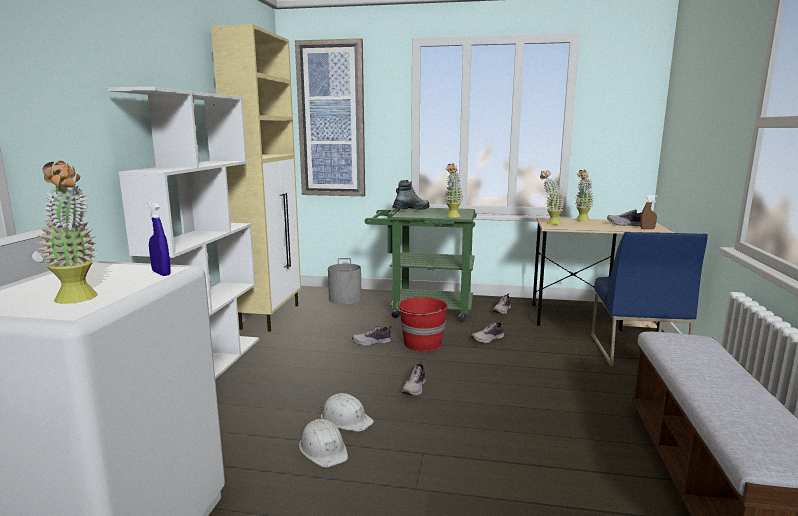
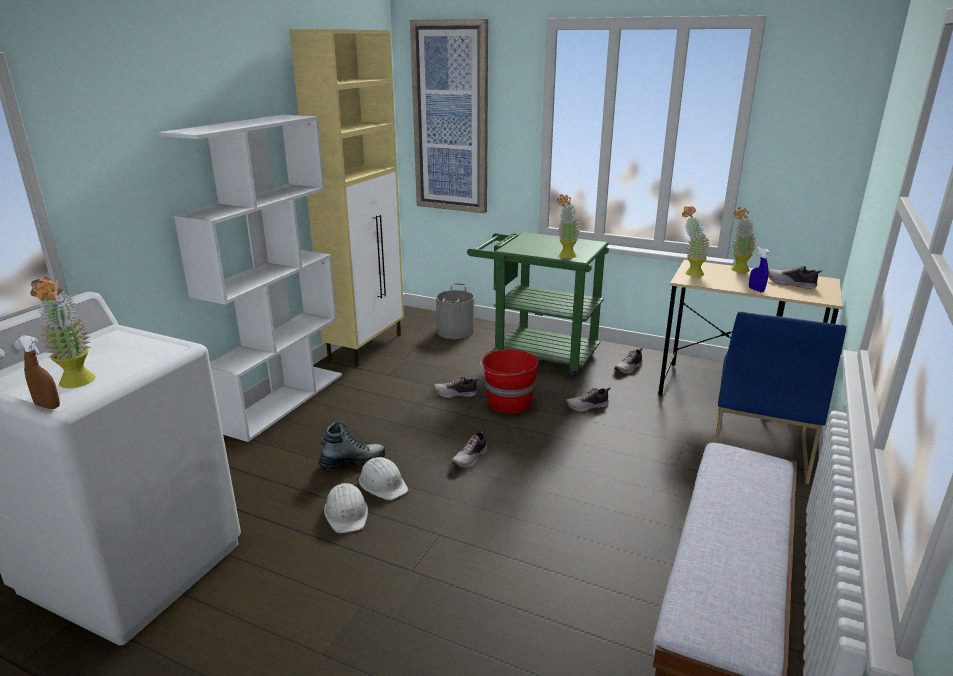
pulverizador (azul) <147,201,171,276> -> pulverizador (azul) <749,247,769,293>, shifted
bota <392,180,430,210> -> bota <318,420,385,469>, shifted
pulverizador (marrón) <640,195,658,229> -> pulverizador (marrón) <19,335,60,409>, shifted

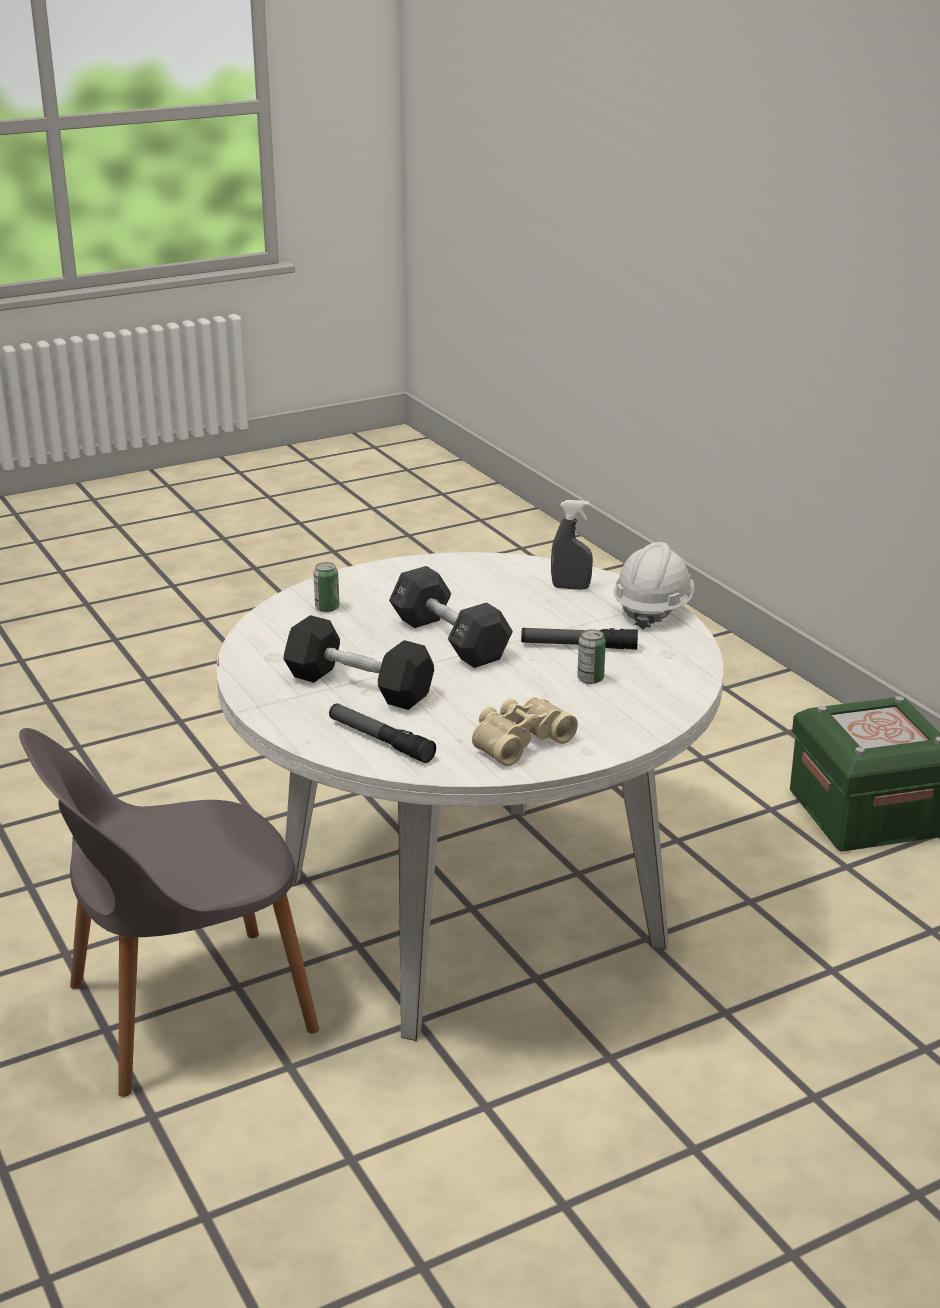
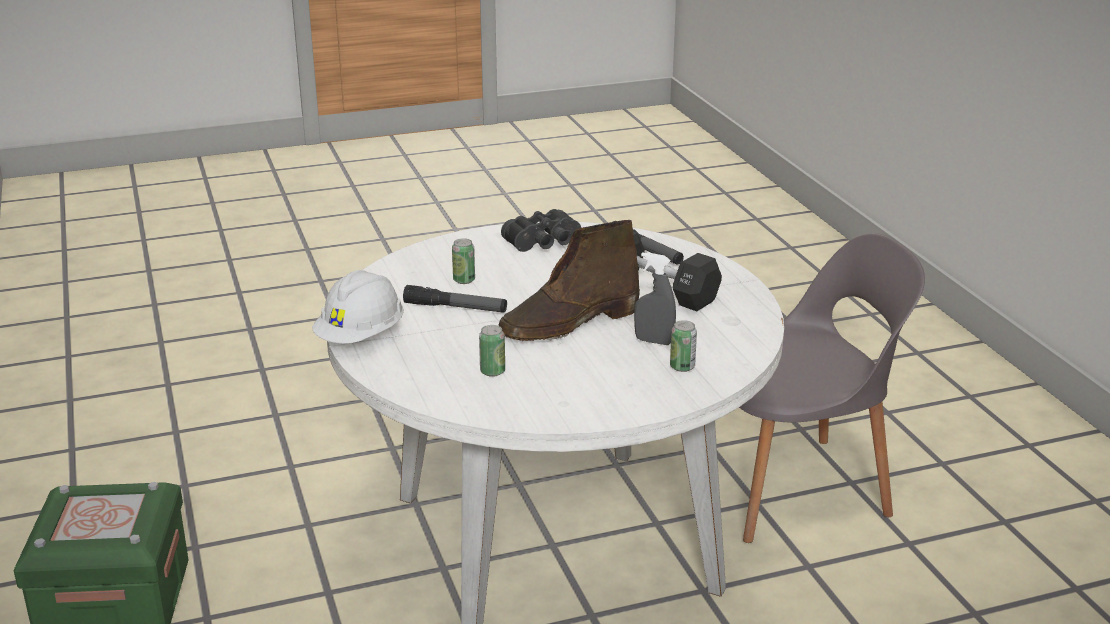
none -> lata <479,325,505,377>
pulverizador (gris) <551,500,593,590> -> pulverizador (gris) <634,252,676,345>, shifted
mancuerna (negro) <389,566,513,668> -> bota (marrón) <498,220,640,341>
prismáticos (beis) <472,697,578,766> -> prismáticos (negro) <501,209,581,252>

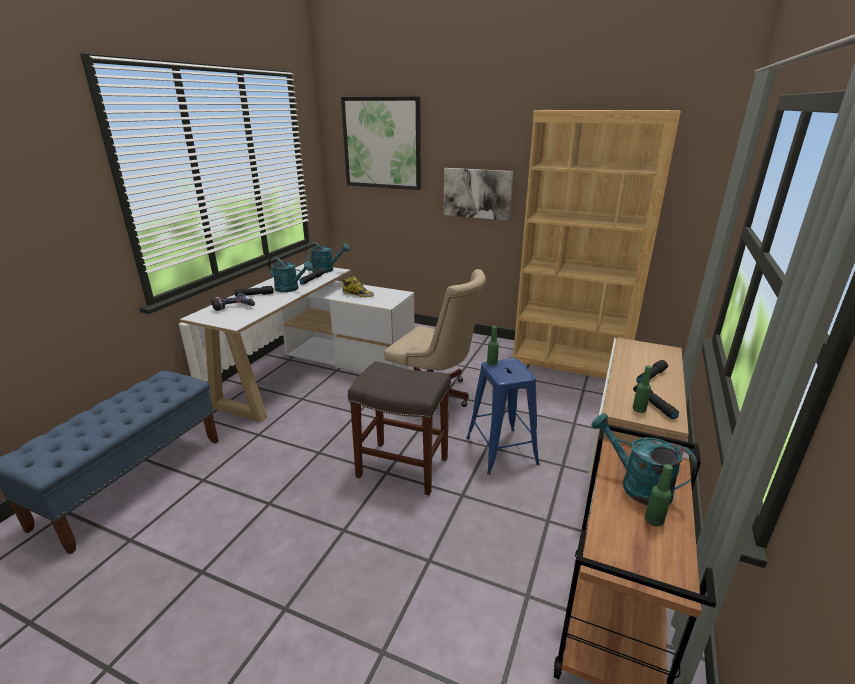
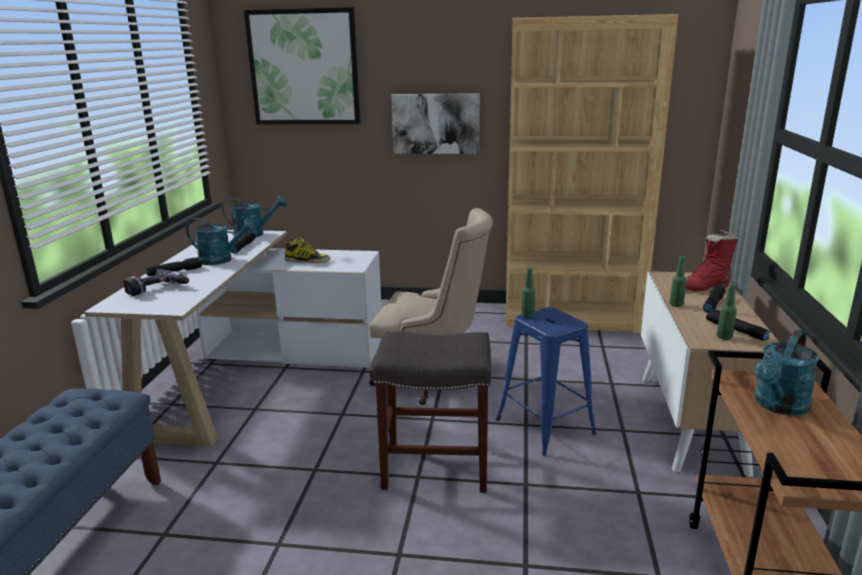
none -> bota (rojo) <686,230,738,291>
botella (verde) <645,464,673,526> -> botella (verde) <670,256,687,307>, shifted
regadera (turquesa) <591,413,697,505> -> regadera (turquesa) <755,329,819,415>, 75 degrees counterclockwise

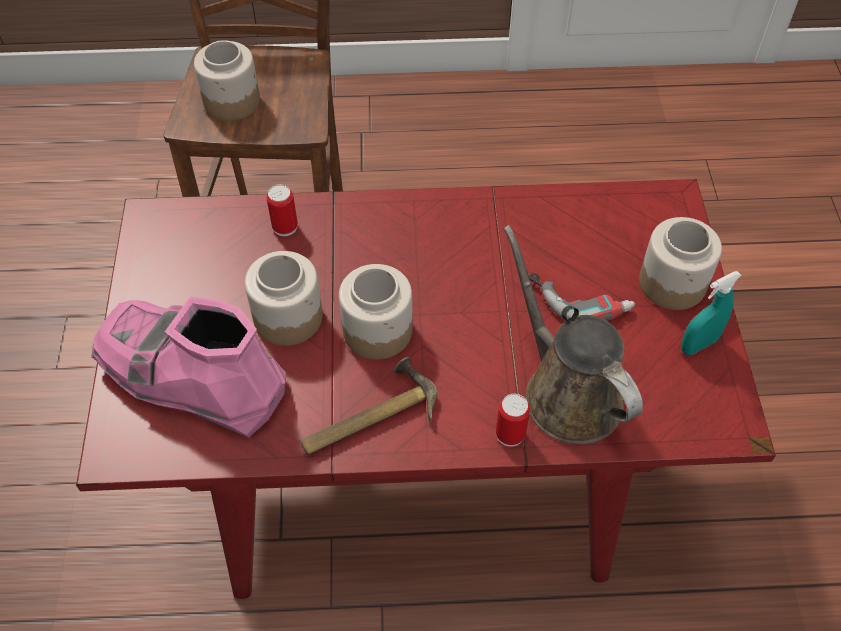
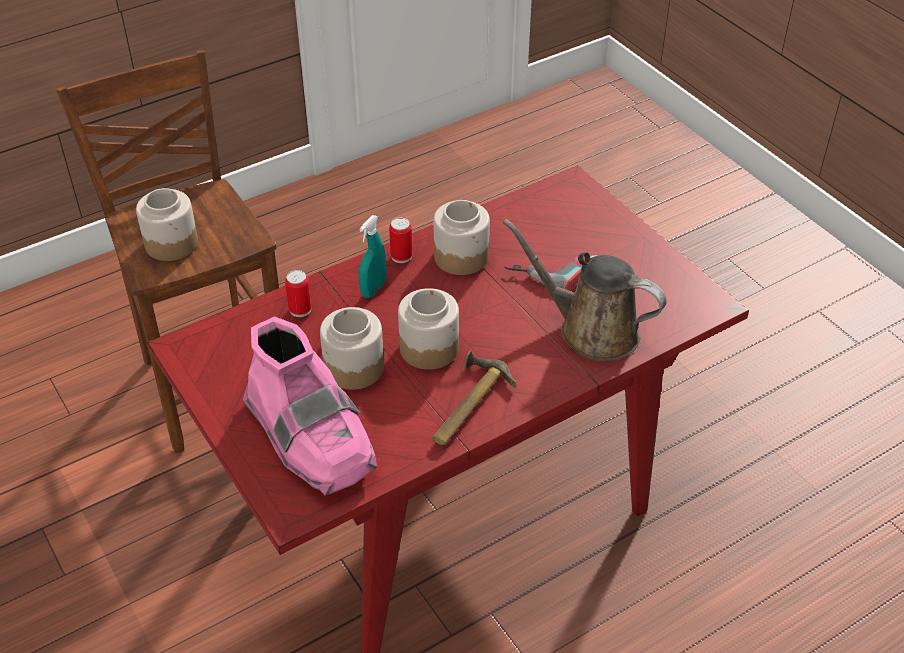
lata <496,394,530,447> -> lata <389,218,412,263>, shifted
tarro <639,217,722,310> -> tarro <434,200,490,275>, shifted
pulverizador (turquesa) <681,271,742,355> -> pulverizador (turquesa) <359,215,386,298>, shifted
bota (rosa) <91,296,286,438> -> bota (rosa) <243,316,377,496>, 120 degrees counterclockwise

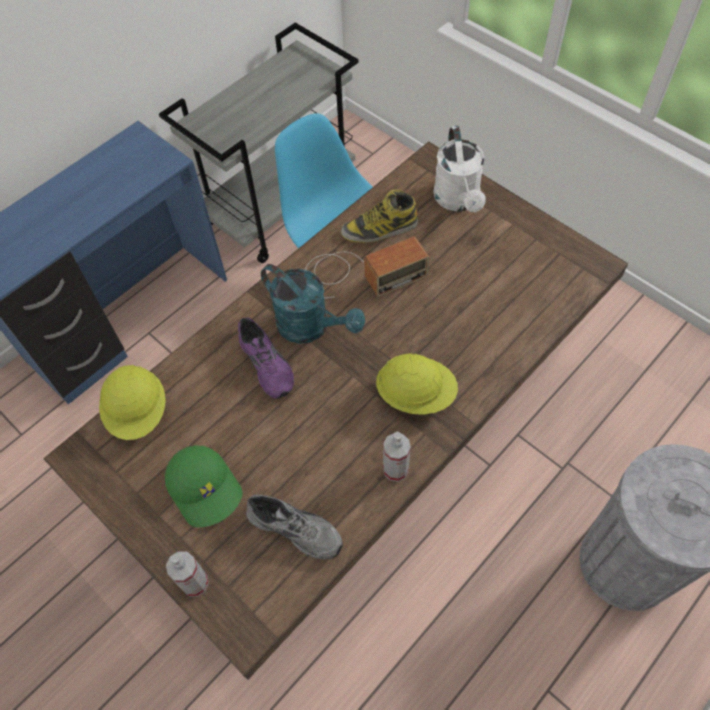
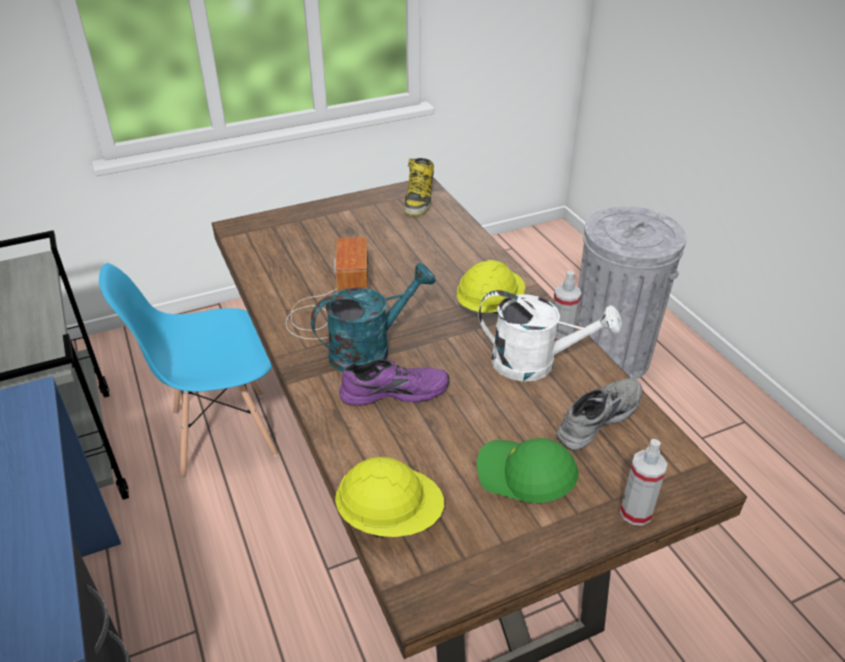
bota <341,189,418,243> -> bota <403,158,434,216>, shifted
regadera (blanco) <433,125,486,212> -> regadera (blanco) <478,290,622,382>, shifted
gorra (verde) <165,445,243,527> -> gorra (verde) <477,438,578,503>, 135 degrees counterclockwise

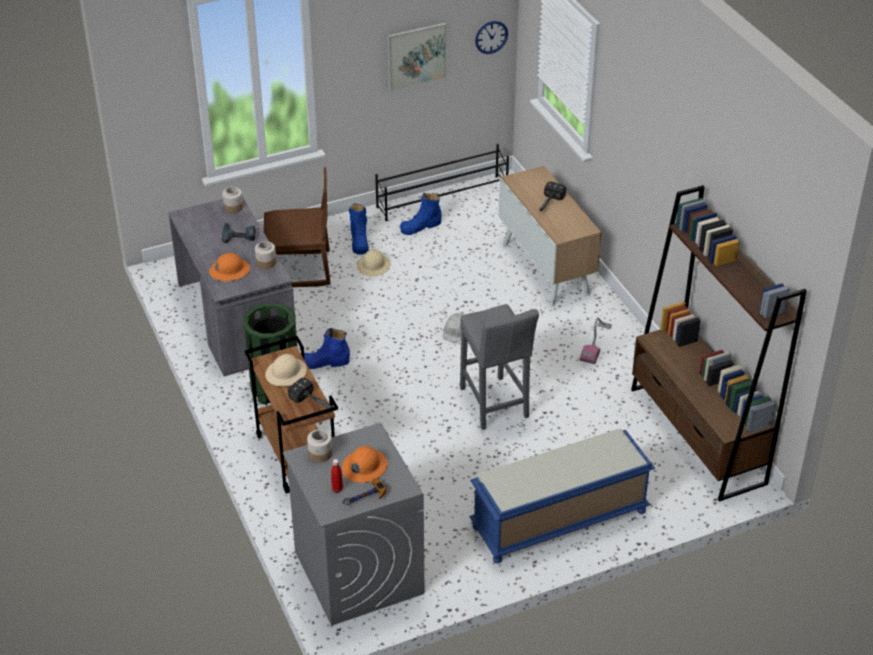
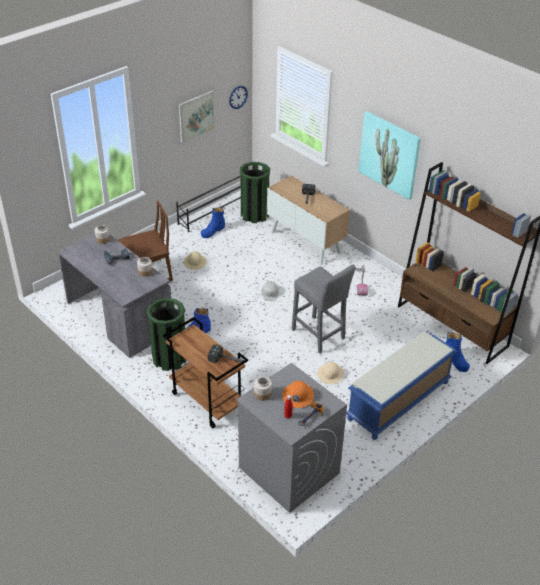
casco (naranja) <209,253,250,281> -> none
none -> papelera (verde) <240,162,270,223>
none -> cuadro <359,111,421,200>
casco (beis) <265,354,307,386> -> casco (beis) <317,362,344,384>, shifted
bota (azul) <349,203,369,255> -> bota (azul) <445,332,470,372>, shifted

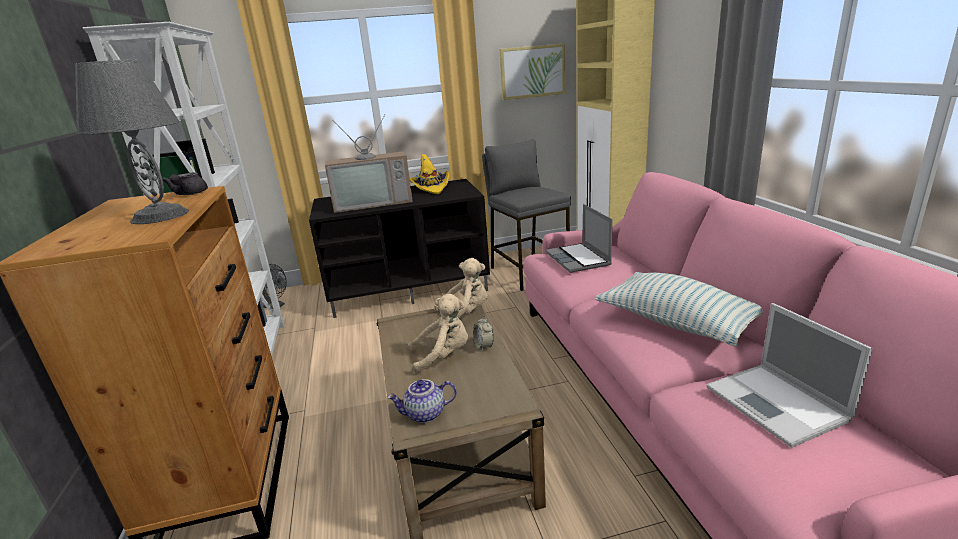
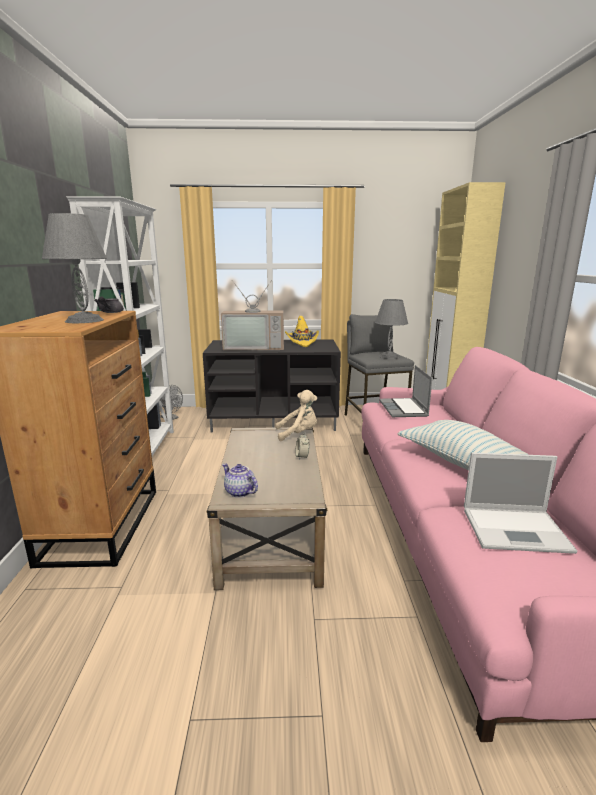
peluche (beis) <408,294,468,374> -> none
cuadro <499,43,565,100> -> none
none -> lámpara de mesa (gris) <375,299,408,359>
tetera <387,379,457,423> -> tetera <222,464,258,498>, 45 degrees clockwise
portátil <706,303,873,448> -> portátil <464,453,577,554>, 75 degrees counterclockwise

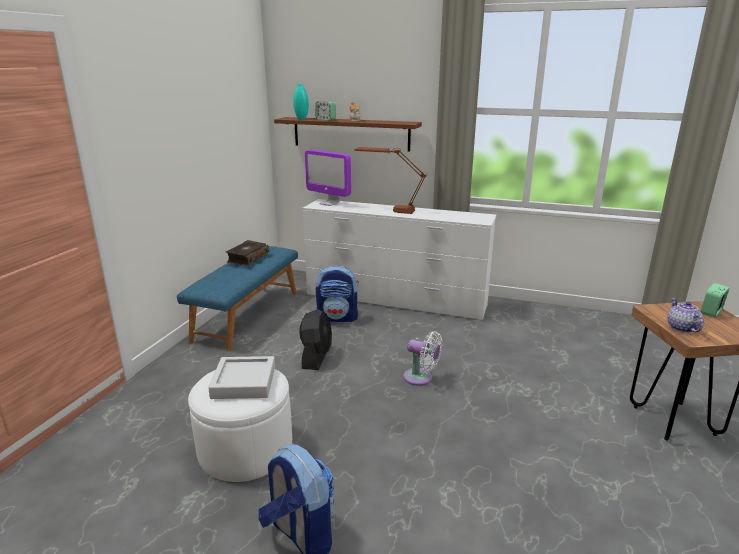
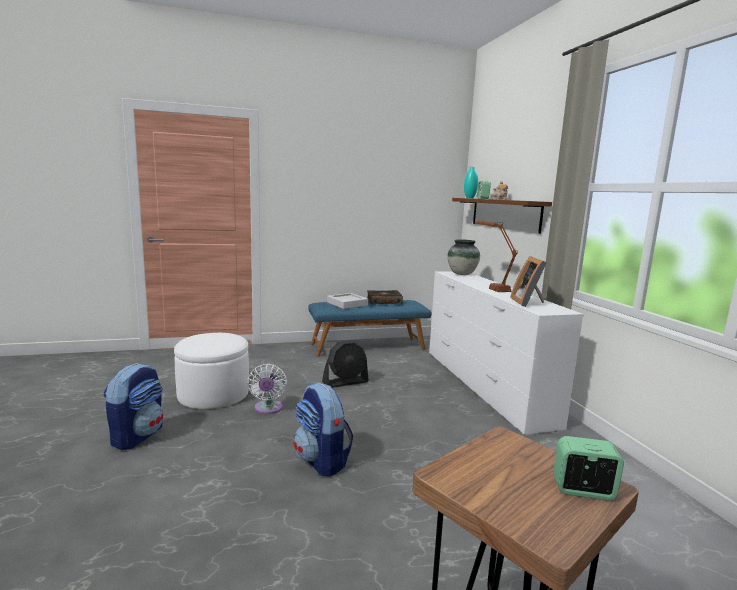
tetera <667,298,704,333> -> none
none -> portarretratos <510,256,547,307>
bandeja (gris) <208,356,275,399> -> bandeja (gris) <327,293,368,309>, shifted
mochila <316,265,359,322> -> mochila <294,383,353,477>, shifted
ventilador (blanco) <403,331,442,386> -> ventilador (blanco) <247,364,287,414>, shifted
monitor <305,150,351,206> -> florero <447,239,480,275>

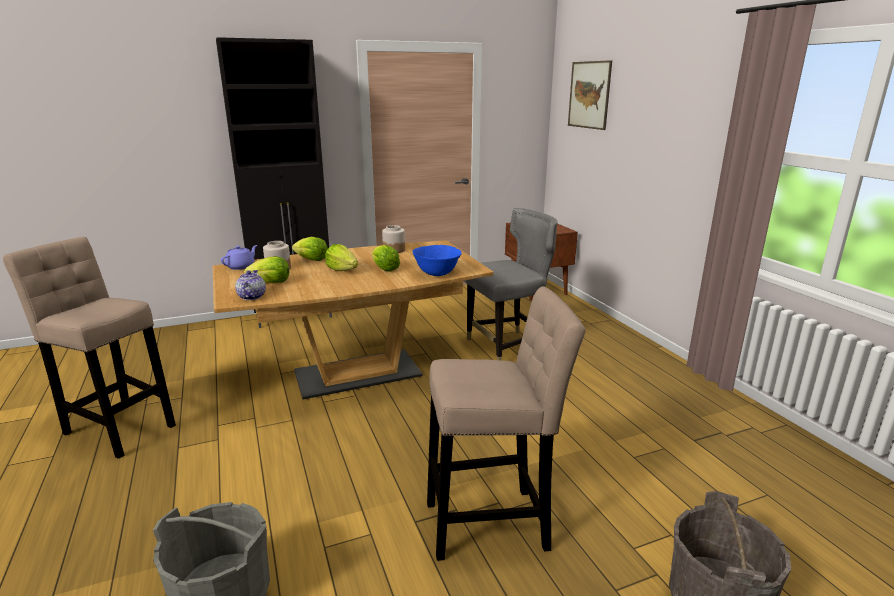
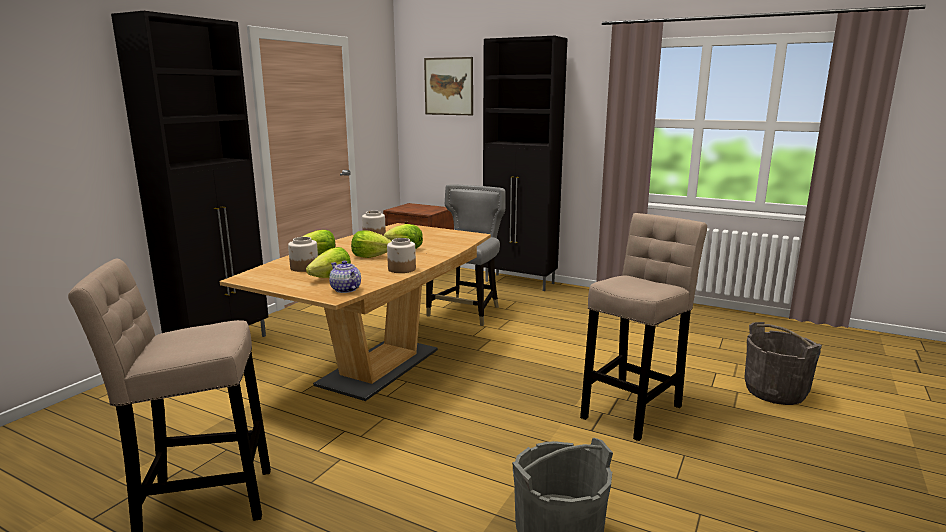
tetera (morado) <221,245,257,270> -> none
cuenco (azul) <412,245,462,276> -> none
none -> tarro <387,238,416,273>
none -> armario (negro) <483,36,567,291>

